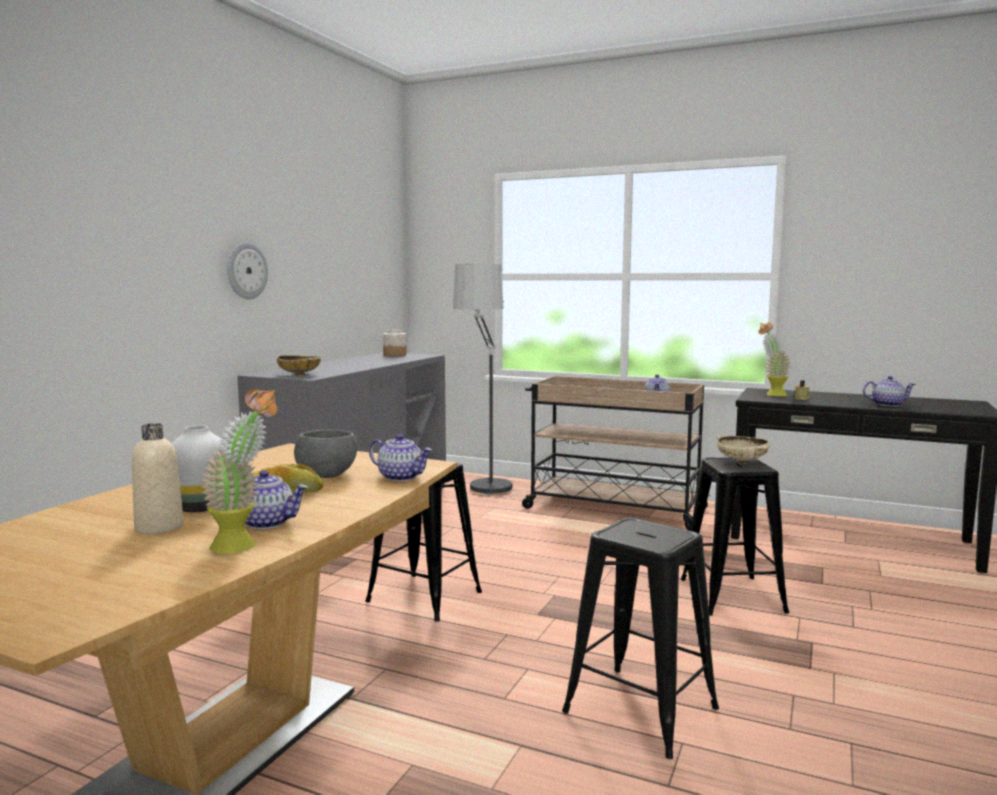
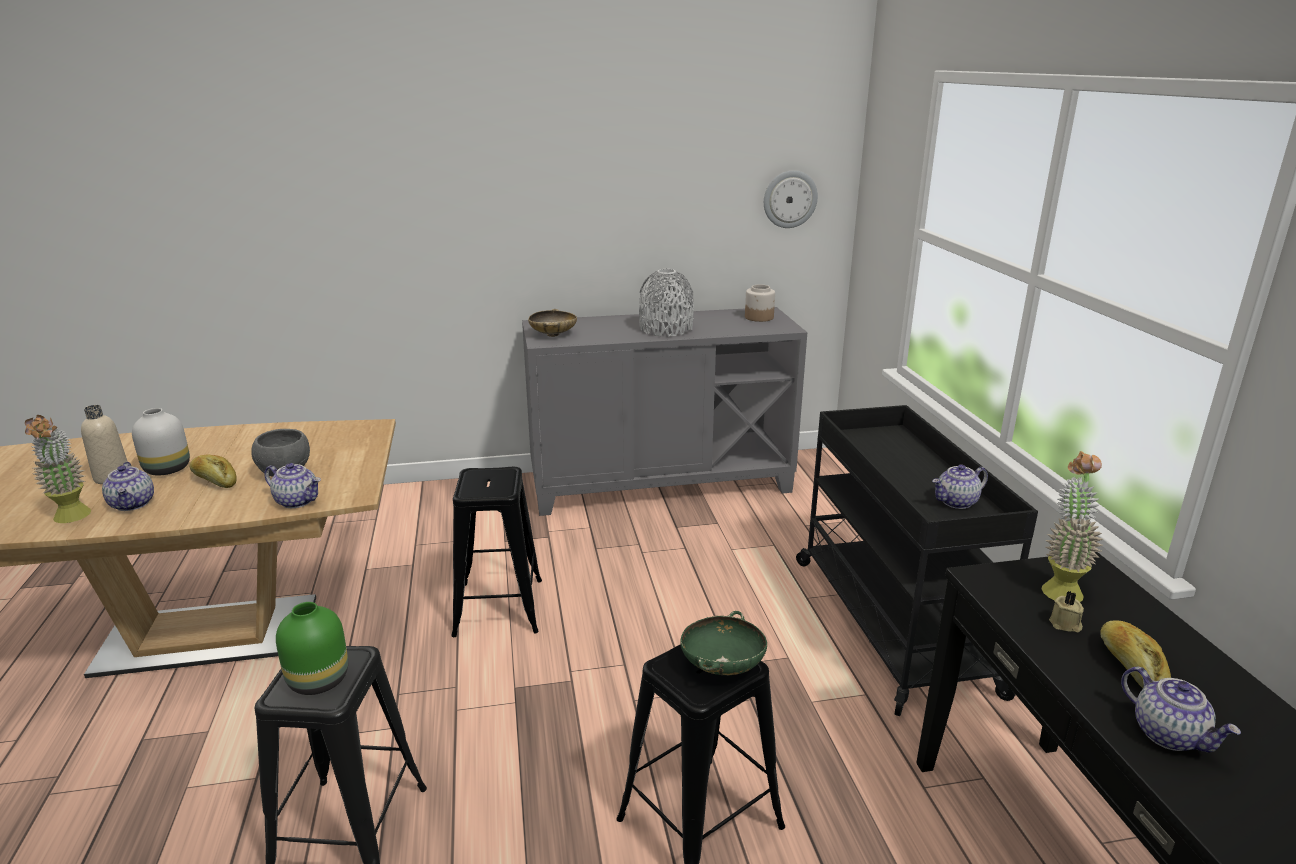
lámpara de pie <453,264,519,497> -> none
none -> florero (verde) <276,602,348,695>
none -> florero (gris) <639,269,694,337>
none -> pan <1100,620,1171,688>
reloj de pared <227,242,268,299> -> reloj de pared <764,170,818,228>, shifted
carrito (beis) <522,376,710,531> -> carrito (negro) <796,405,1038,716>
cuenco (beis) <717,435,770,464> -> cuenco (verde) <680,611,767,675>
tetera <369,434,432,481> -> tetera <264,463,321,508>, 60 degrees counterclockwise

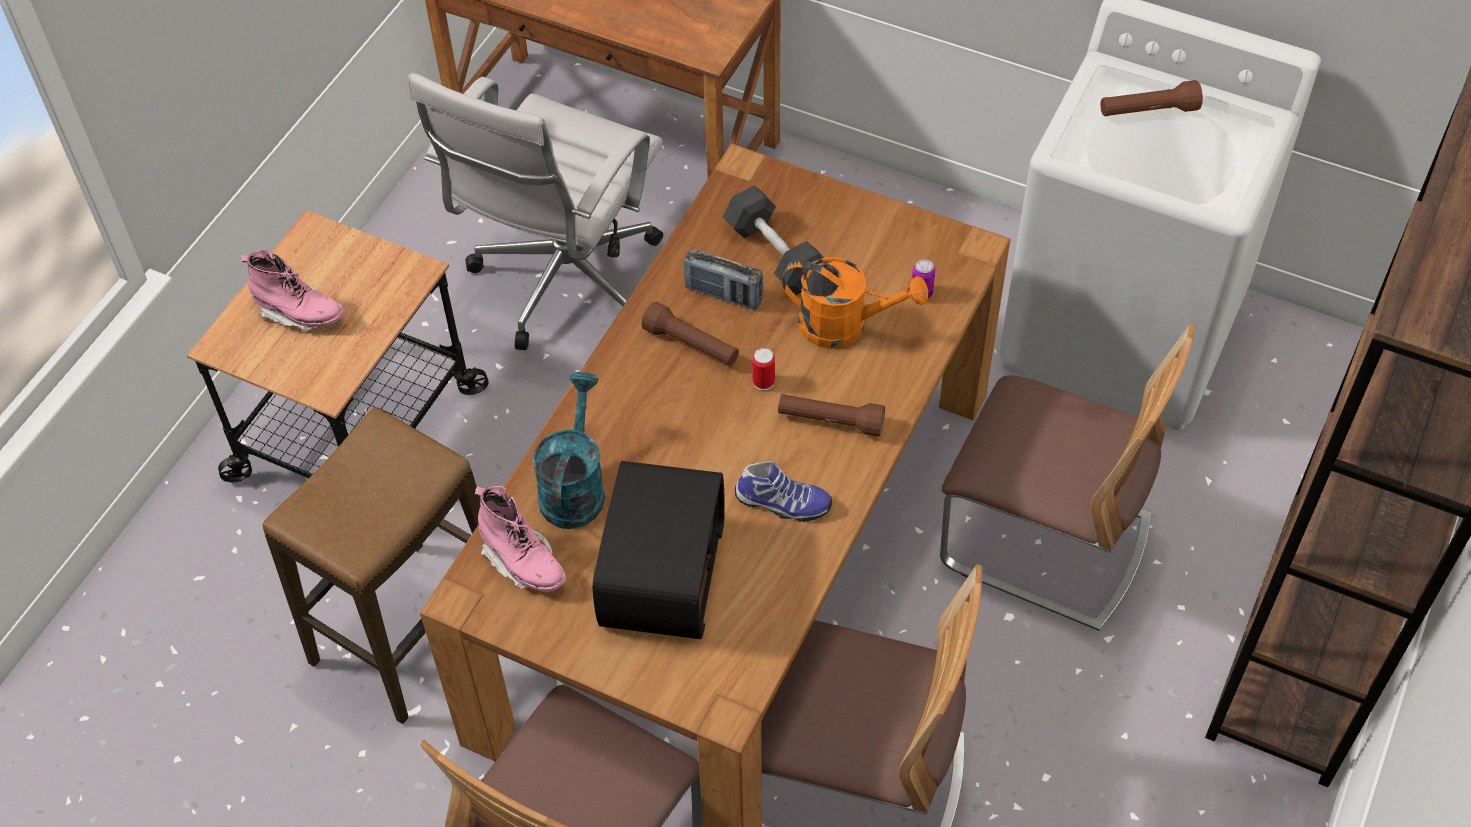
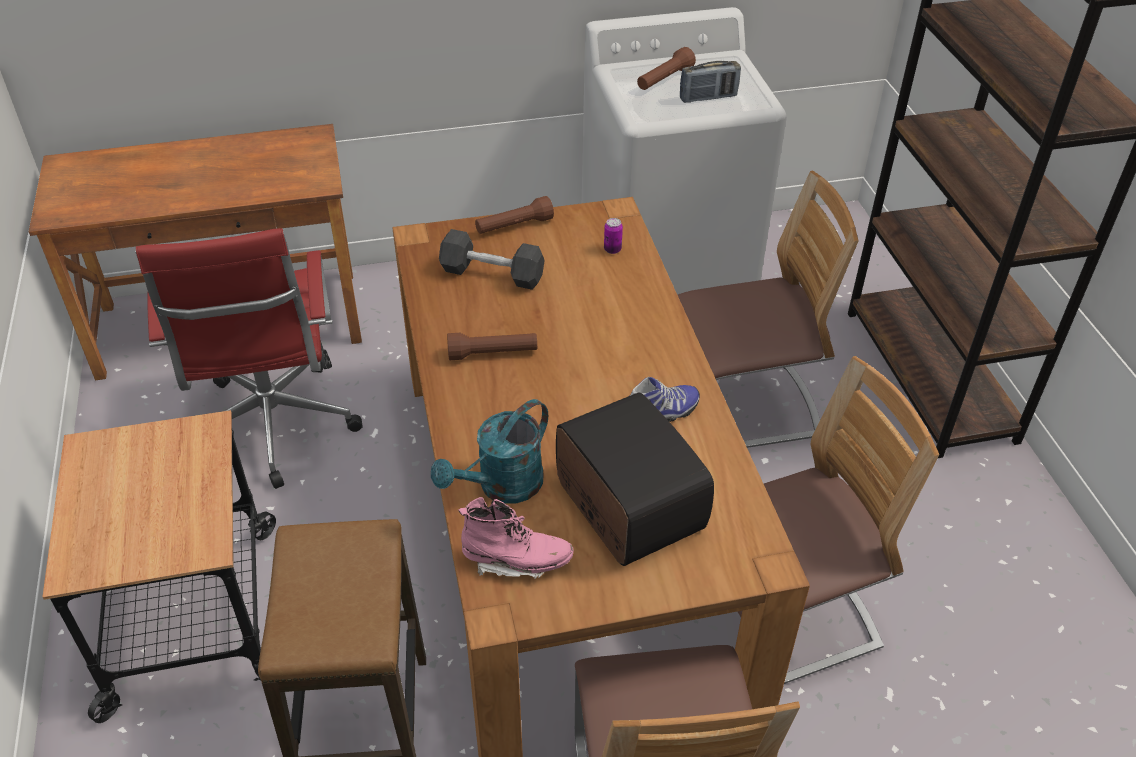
bota (rosa) <241,249,344,331> -> none
lata <752,348,775,391> -> none
regadera (naranja) <782,257,928,349> -> none
radio <684,249,763,310> -> radio <680,61,741,103>, shifted
linterna (marrón) <778,394,885,437> -> linterna (marrón) <475,196,554,234>, shifted
silla de oficina (blanco) <408,72,663,350> -> silla de oficina (rojo) <135,228,363,489>
regadera (turquesa) <533,372,605,529> -> regadera (turquesa) <431,399,548,504>, 105 degrees counterclockwise

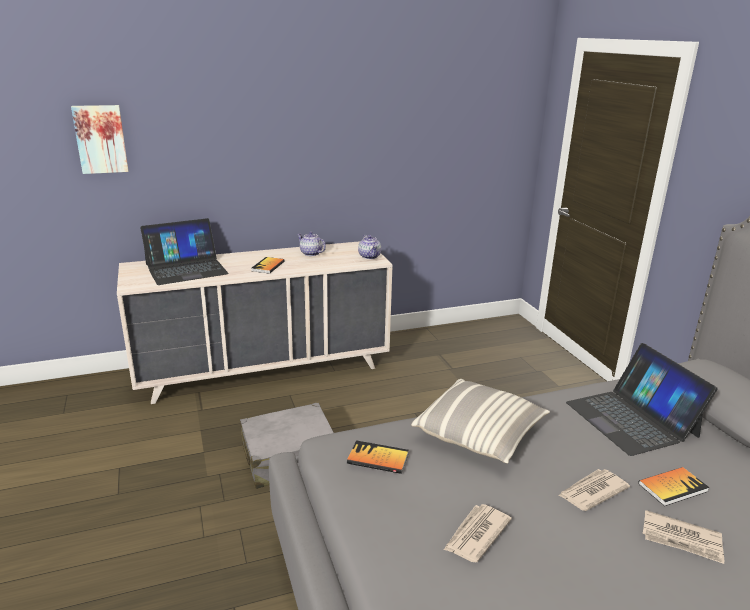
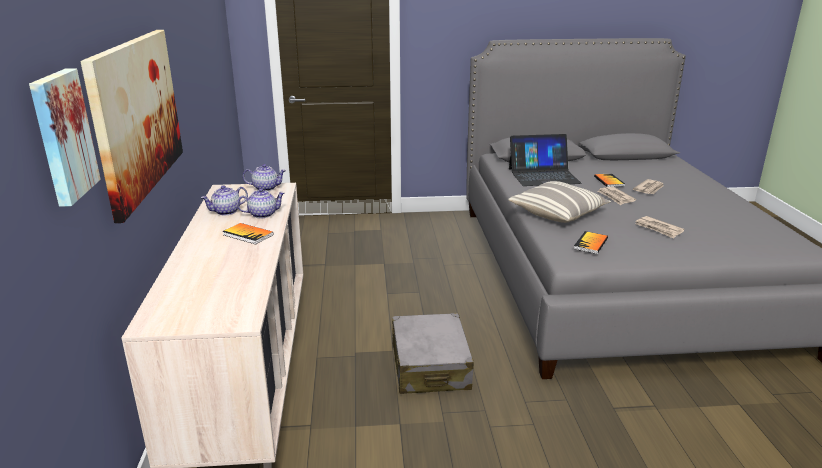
portátil <140,218,229,285> -> none
none -> cuadro <80,30,183,223>
none -> tetera <237,188,285,218>

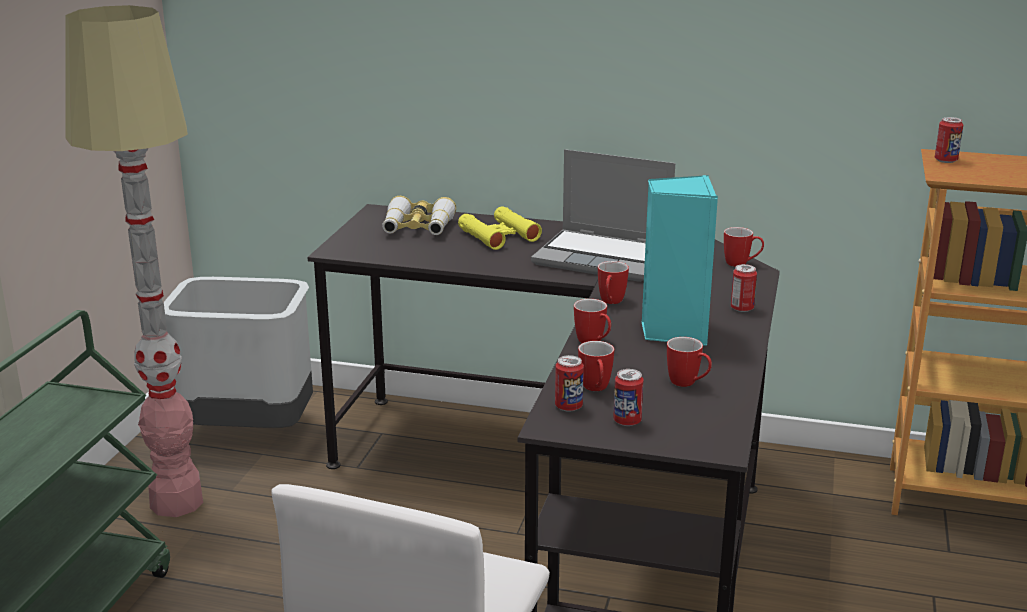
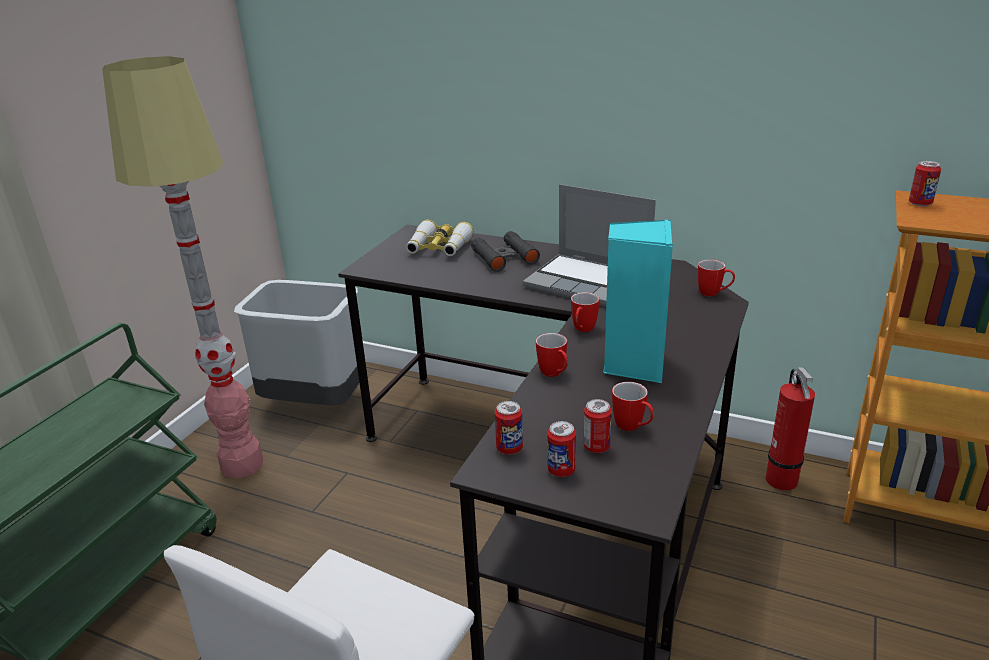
taza grande <578,341,614,391> -> none
none -> extintor <766,368,815,490>
lata <731,264,757,312> -> lata <583,399,612,453>, shifted
prismáticos (amarillo) <458,206,542,250> -> prismáticos (negro) <471,231,540,272>

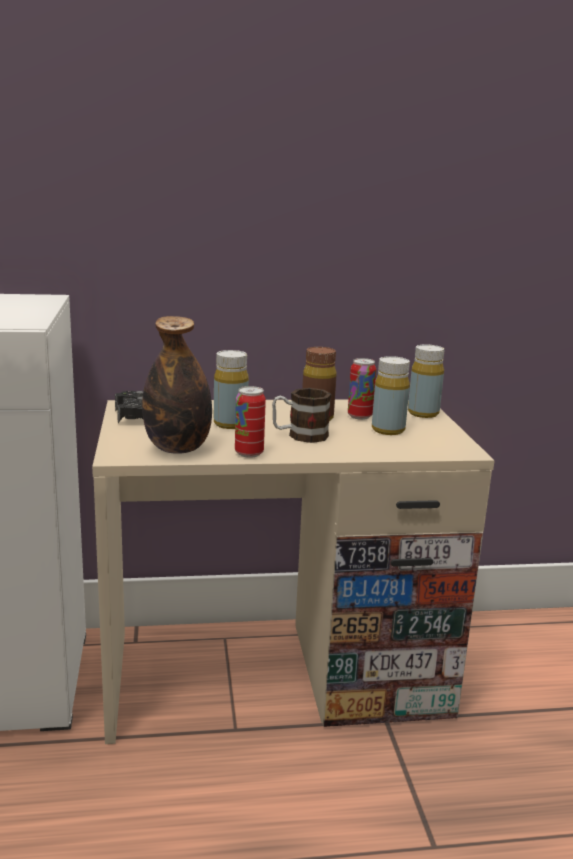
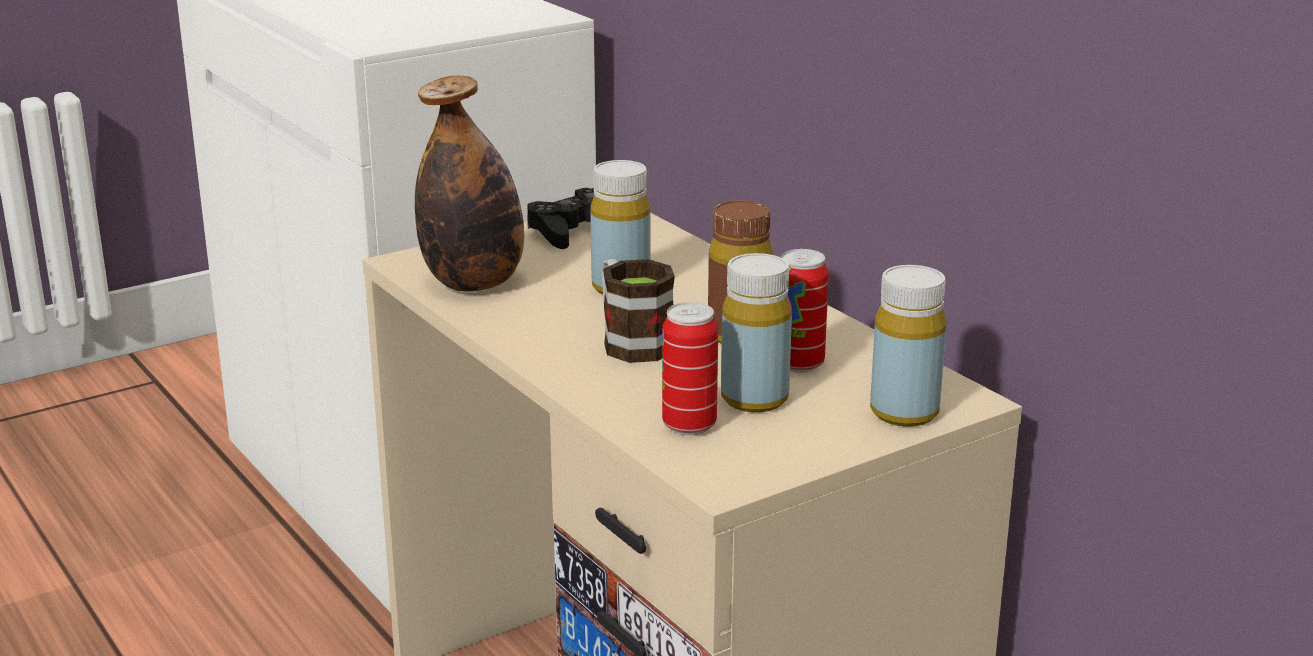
lata <235,386,266,458> -> lata <662,302,718,435>, shifted

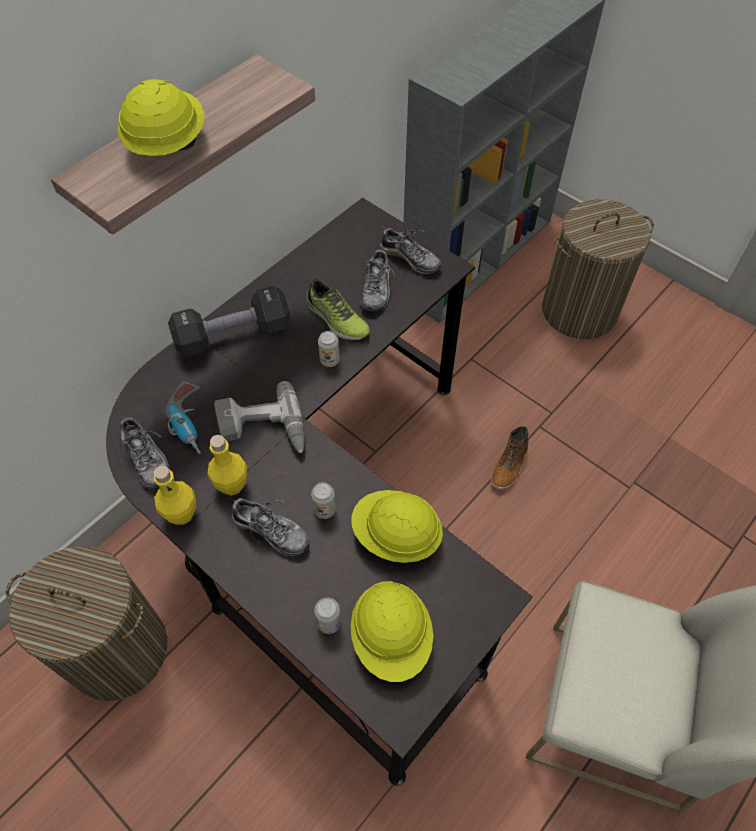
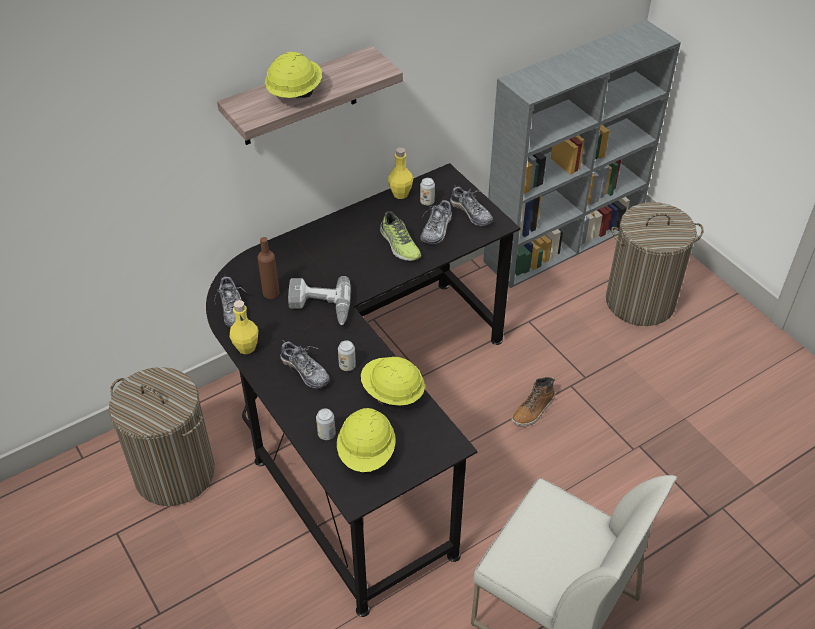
mancuerna (negro) <168,286,291,357> -> none
botella (amarillo) <208,435,247,496> -> botella (amarillo) <388,147,413,199>, shifted
lata <318,331,340,367> -> lata <420,178,435,206>, shifted
taladro <166,382,201,454> -> botella (marrón) <258,237,280,299>

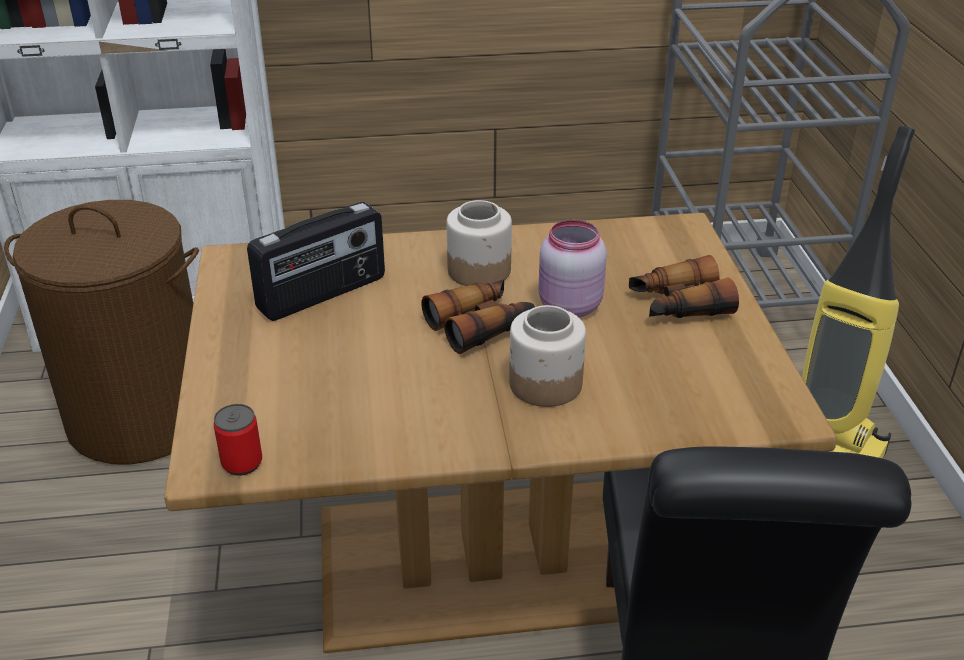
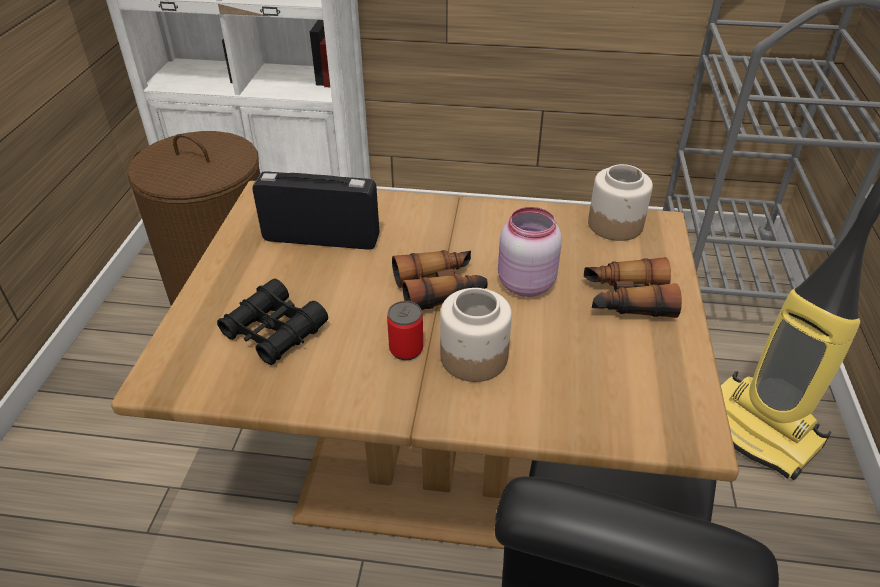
none -> prismáticos (negro) <217,279,328,365>
lata <214,404,262,476> -> lata <387,301,423,360>, shifted
tarro <447,200,512,286> -> tarro <588,164,653,241>, shifted
radio <247,202,385,321> -> radio <252,171,380,250>, 150 degrees counterclockwise

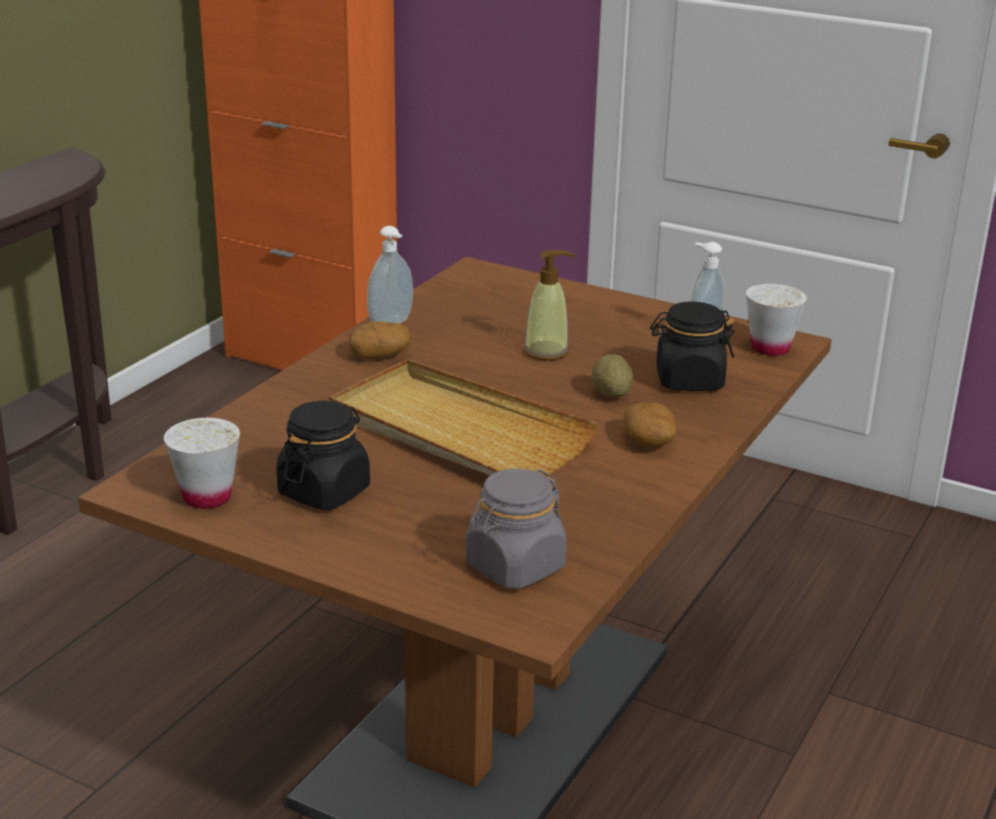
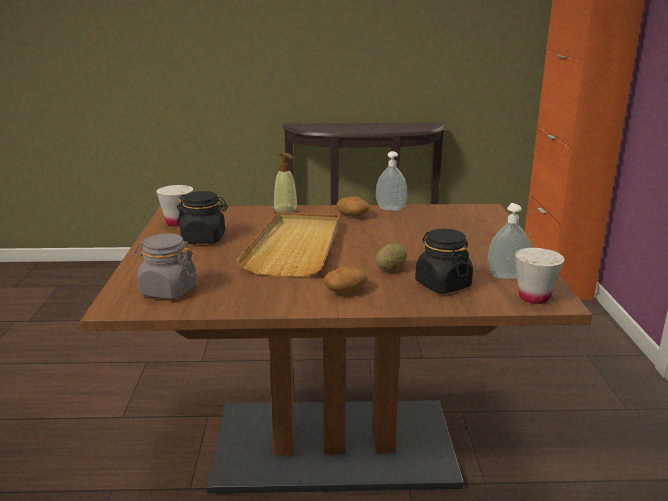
dispensador de jabón <524,250,575,361> -> dispensador de jabón <273,153,298,214>, shifted

